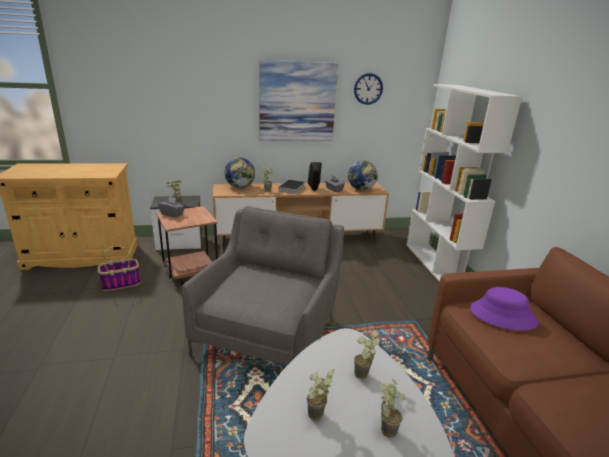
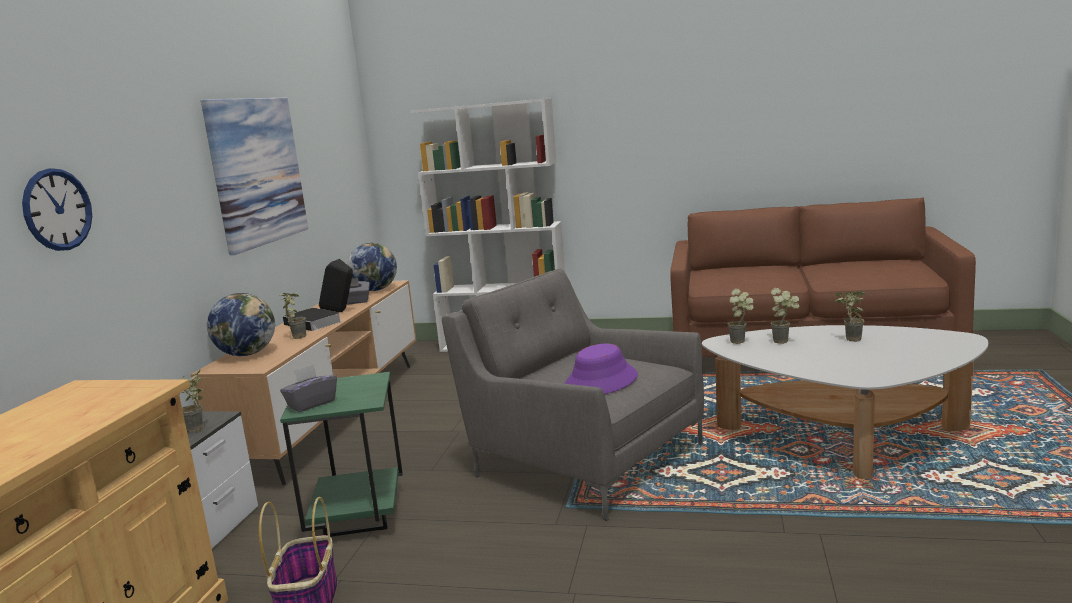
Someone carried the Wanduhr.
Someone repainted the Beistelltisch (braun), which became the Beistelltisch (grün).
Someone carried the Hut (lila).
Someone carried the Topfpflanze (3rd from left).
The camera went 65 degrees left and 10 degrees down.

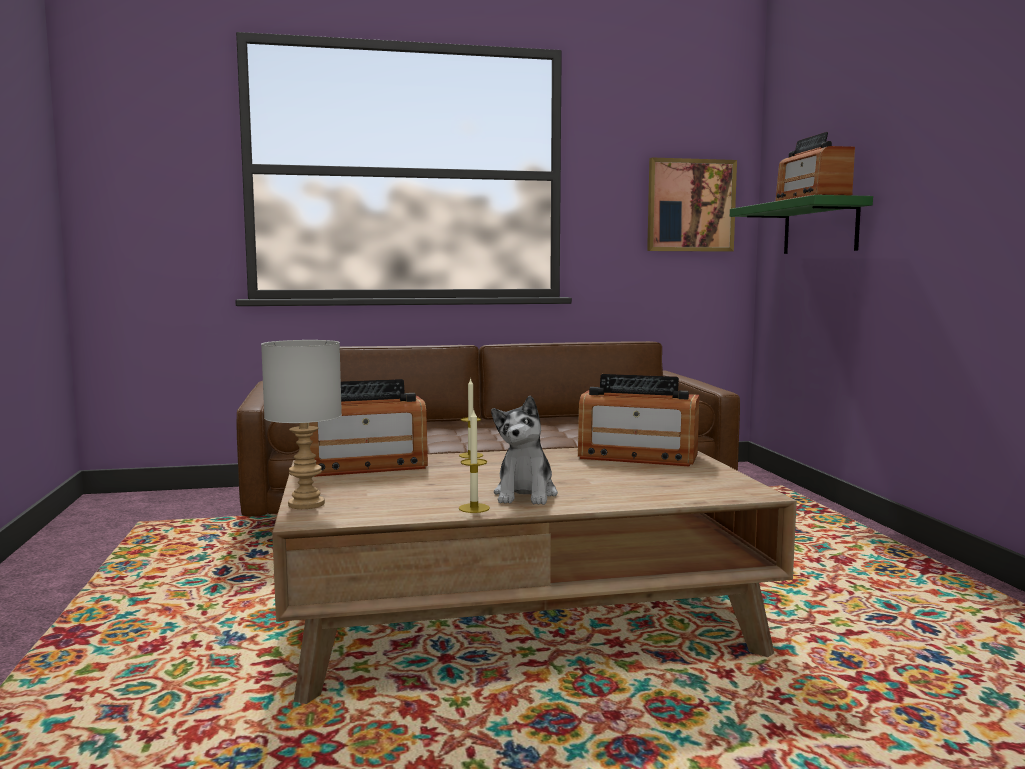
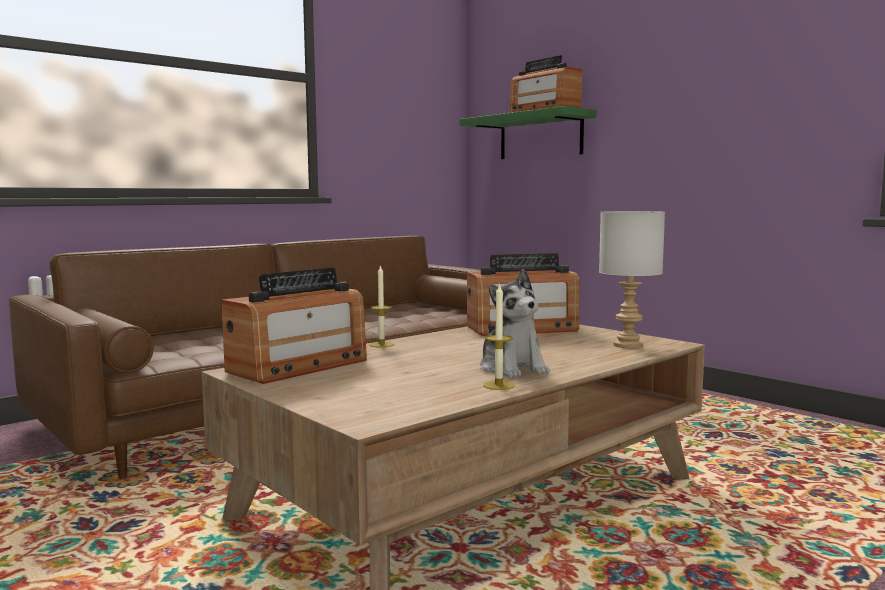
Someone took away the Bild.
Someone carried the Tischlampe (grau).
The camera went 30 degrees left and 0 degrees up.

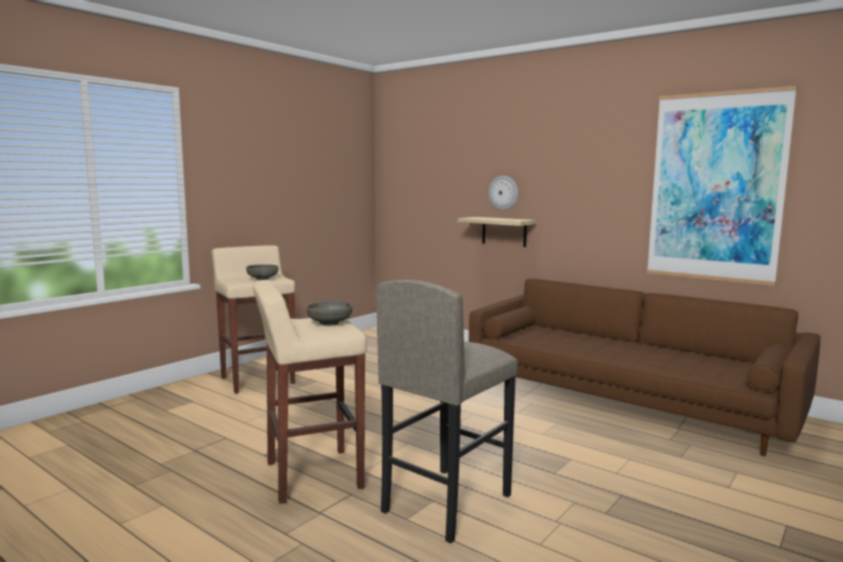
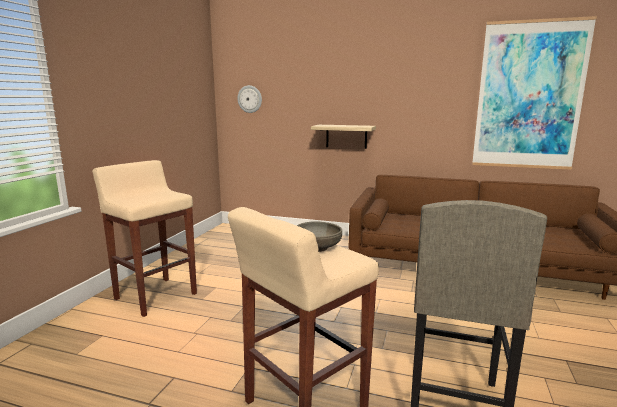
Someone carried the Wanduhr.
Someone took away the Schüssel (grau) (1st from left).
The camera went 20 degrees left and 5 degrees up.

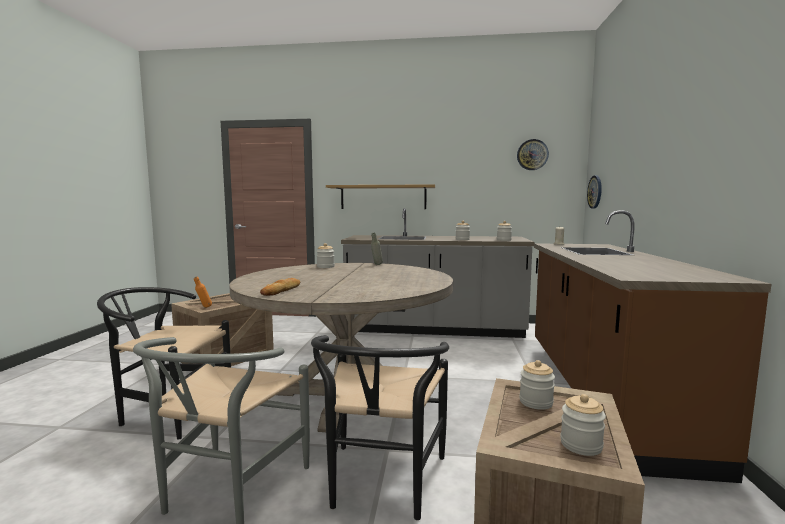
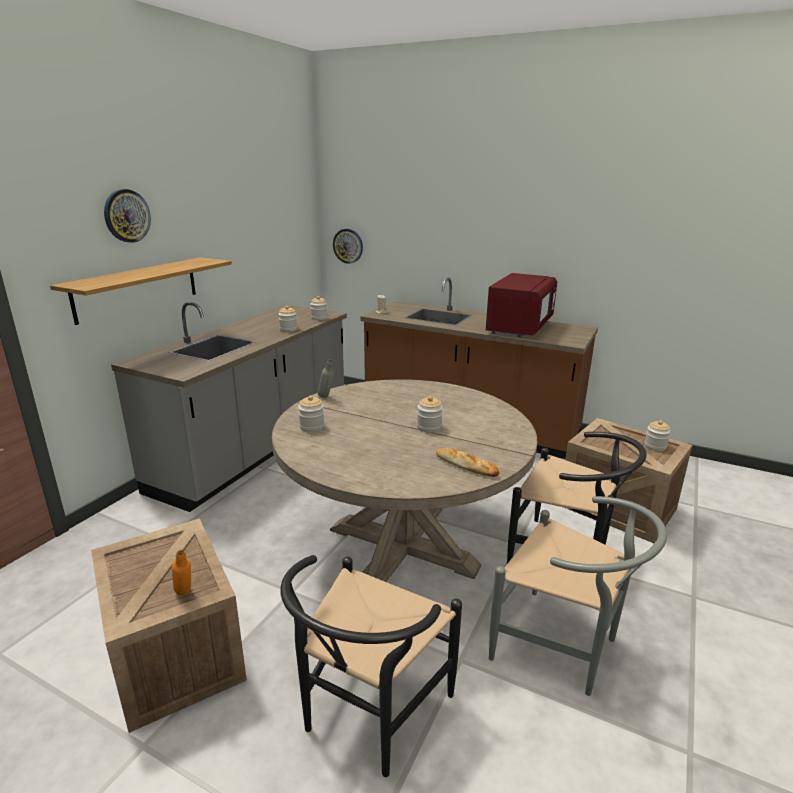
Someone carried the Wanduhr (1st from left).
Someone carried the Vorratsglas (4th from left).
Someone put down the Mikrowelle (rot).
The camera went 70 degrees left and 15 degrees up.

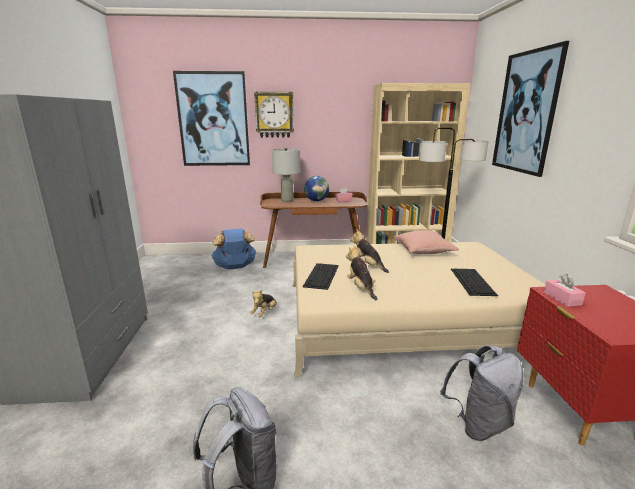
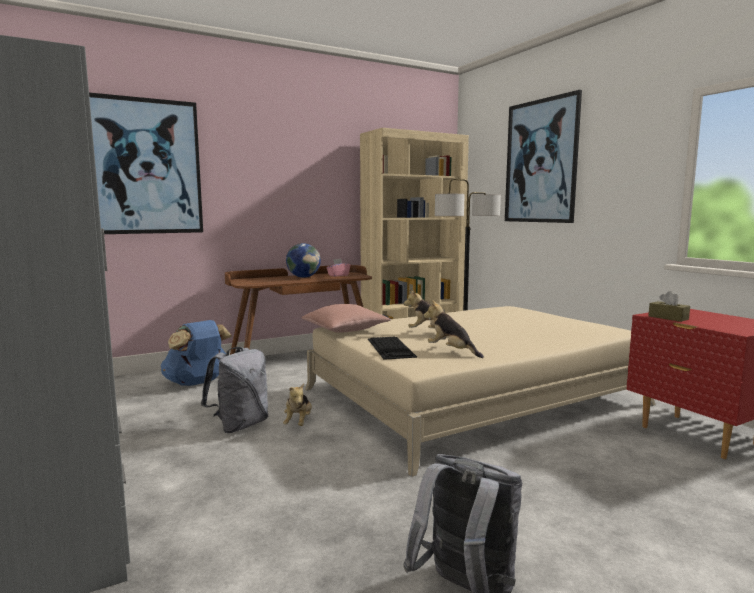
Someone took away the Wanduhr.
Someone took away the Tischlampe (grau).
Someone carried the Kissen (rosa).
Someone took away the Tastatur (2nd from left).
Someone repainted the Taschentuchbox (rosa) (2nd from left), which became the Taschentuchbox (braun).
Someone carried the Rucksack (grau) (2nd from left in the first image).
The camera went 25 degrees left and 10 degrees down.

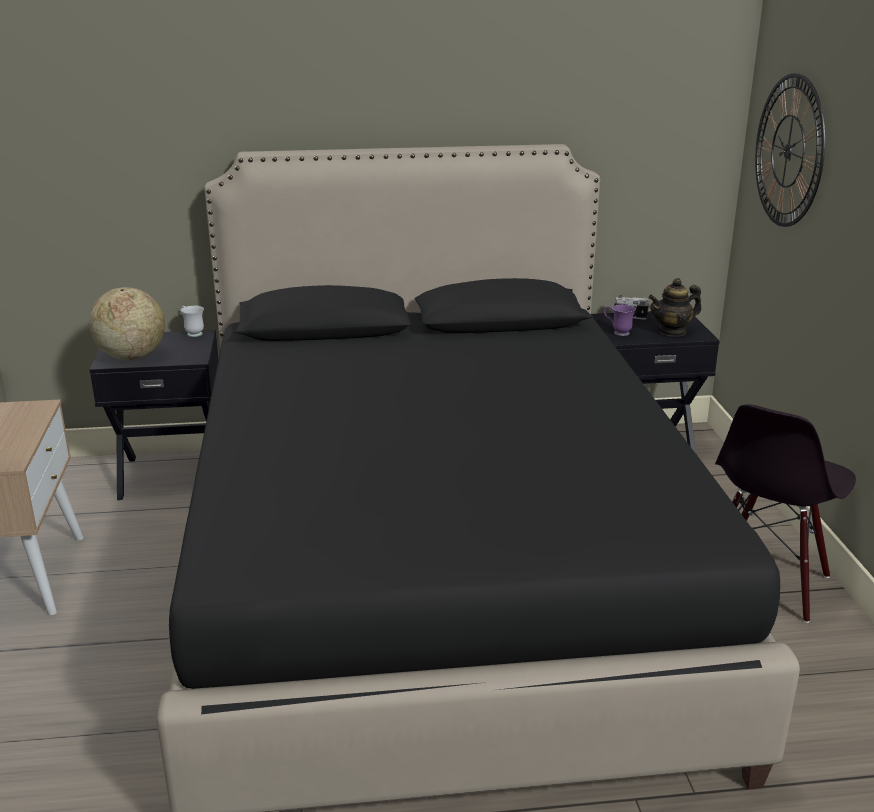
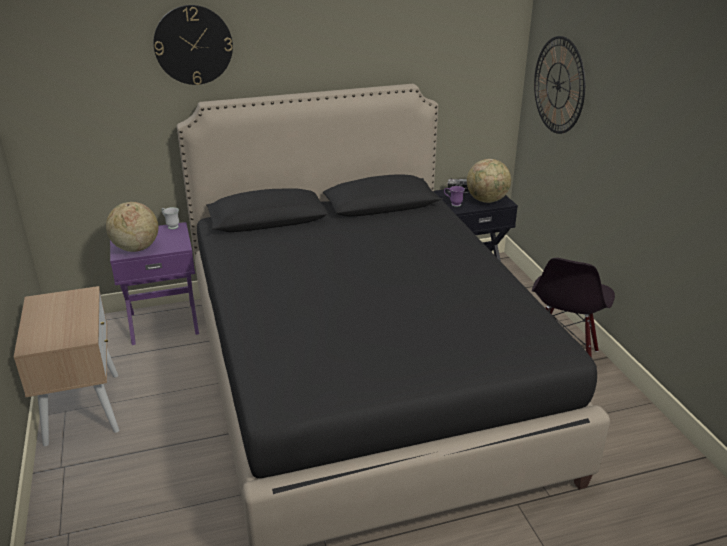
Someone swapped the Teekanne for the Globus (2nd from left).
Someone repainted the Nachttisch (schwarz) (1st from left), which became the Nachttisch (lila).
Someone put up the Wanduhr (1st from left).
The camera went 10 degrees left and 5 degrees up.

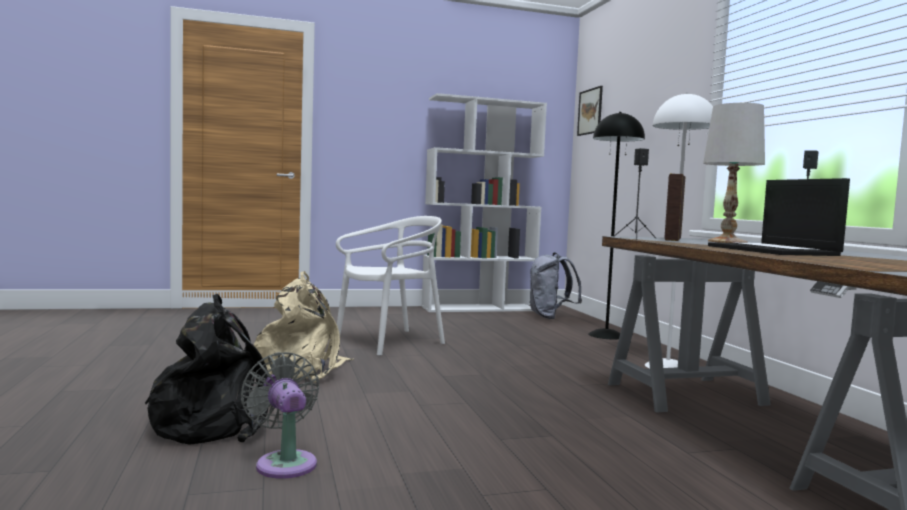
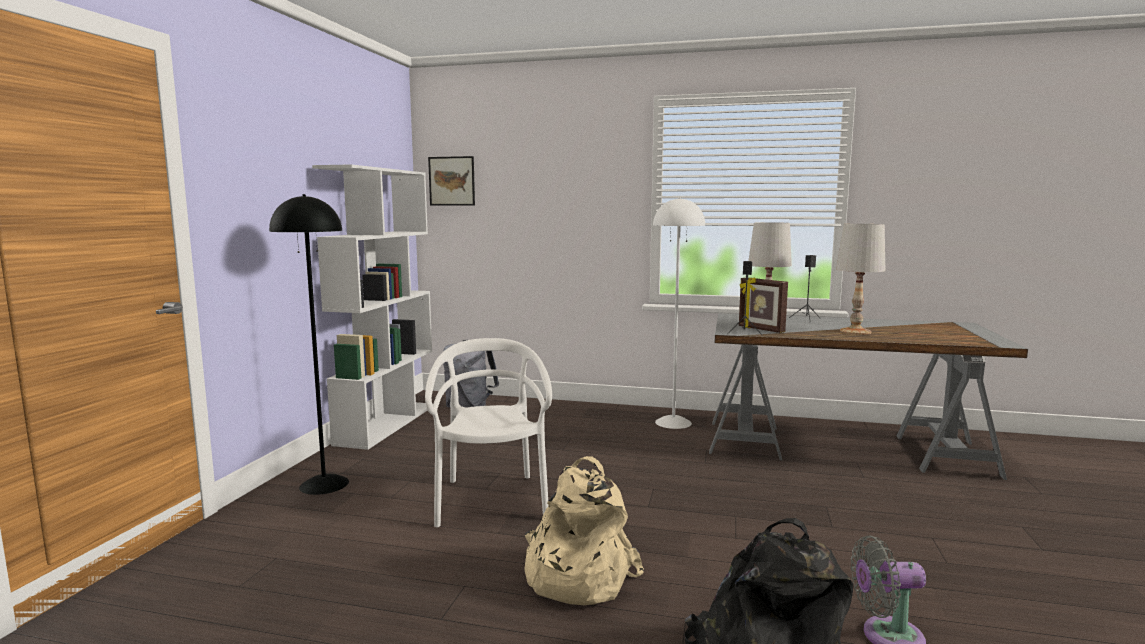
Someone carried the Stehlampe (schwarz).
Someone swapped the Laptop for the Tischlampe (weiß) (2nd from left).
The camera went 60 degrees left and 5 degrees up.

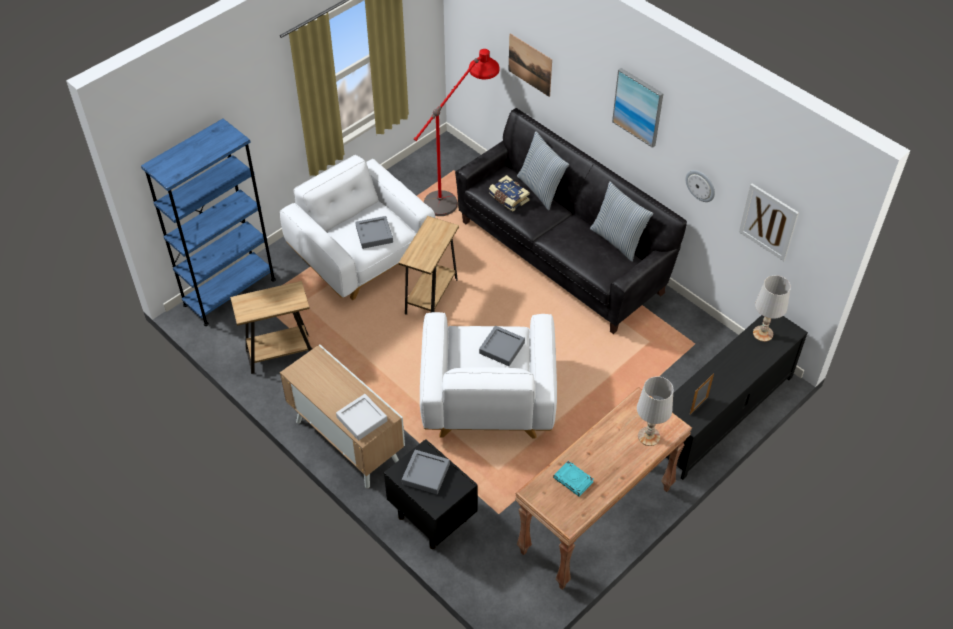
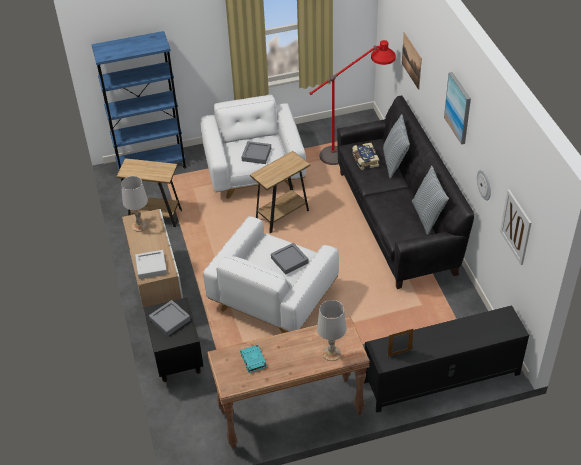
Someone carried the Tischlampe (weiß) (2nd from left in the first image).
The camera went 30 degrees right and 5 degrees down.

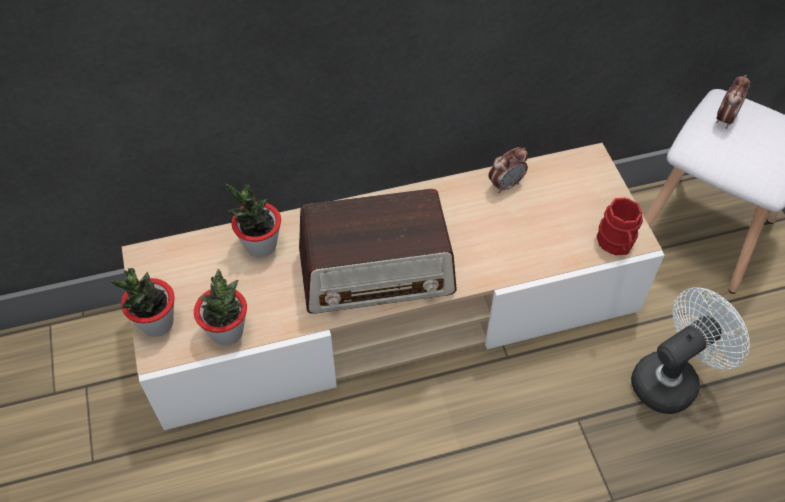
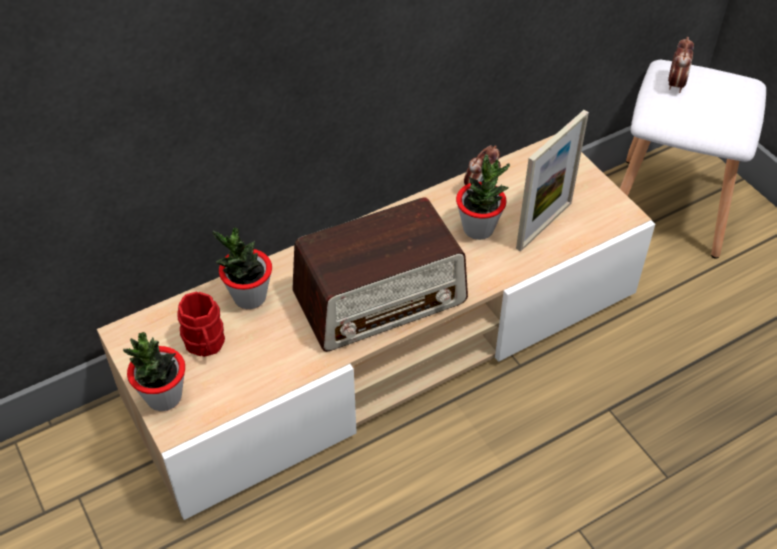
Someone carried the Henkelbecher (rot).
Someone carried the Topfpflanze (2nd from left in the first image).
Someone took away the Ventilator (weiß).
Someone put down the Bilderrahmen.
The camera went 15 degrees left and 5 degrees down.

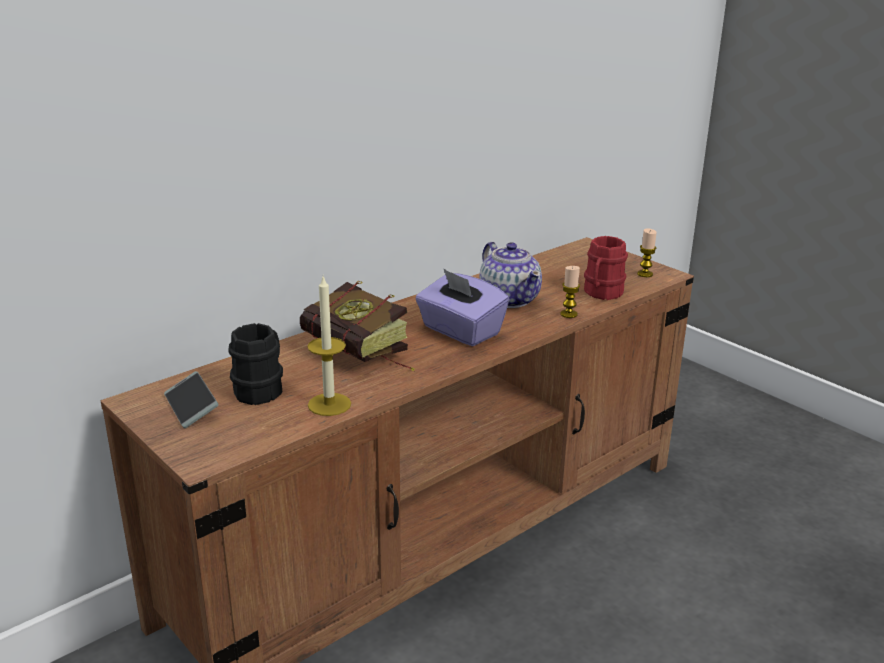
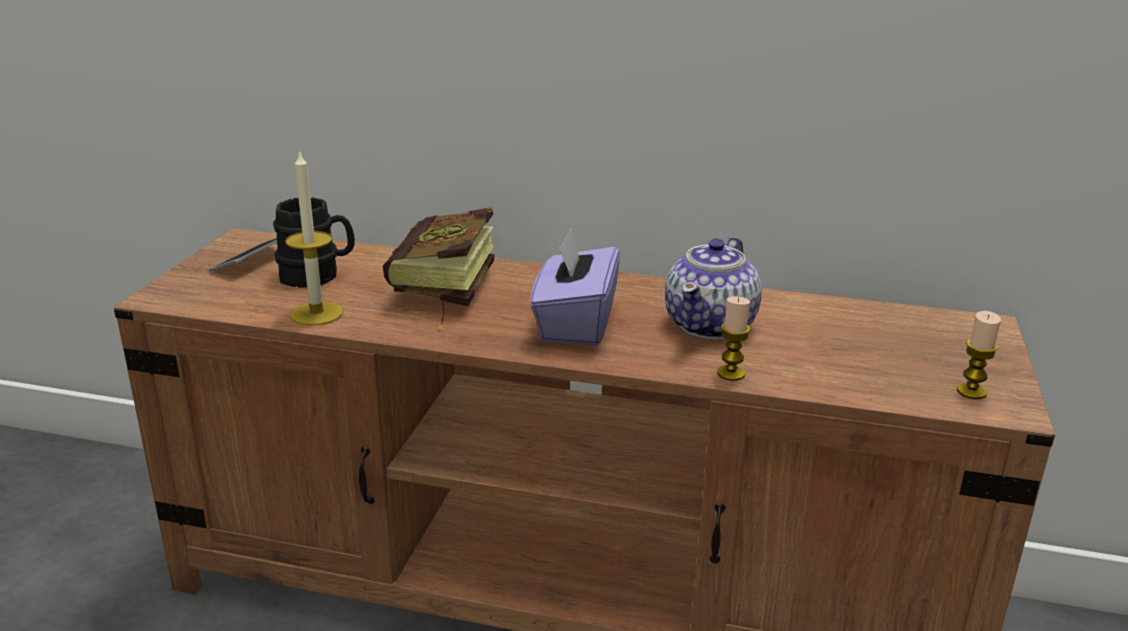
Someone took away the Henkelbecher (rot).
The camera went 55 degrees right and 0 degrees up.

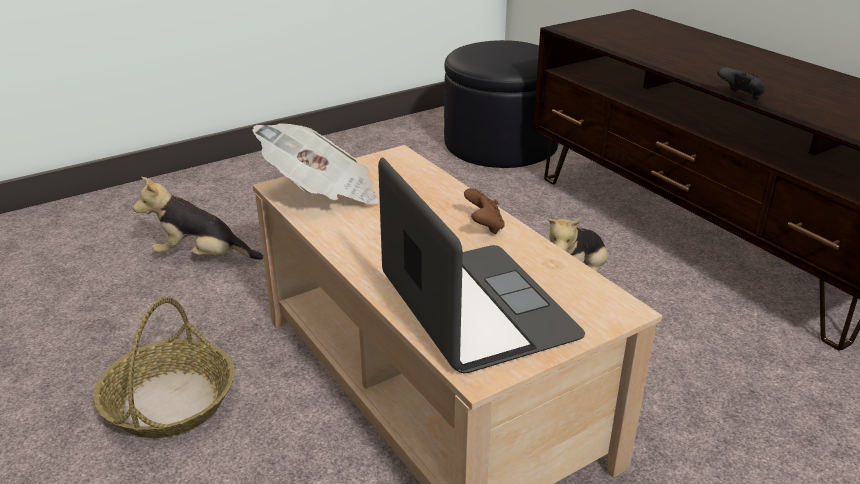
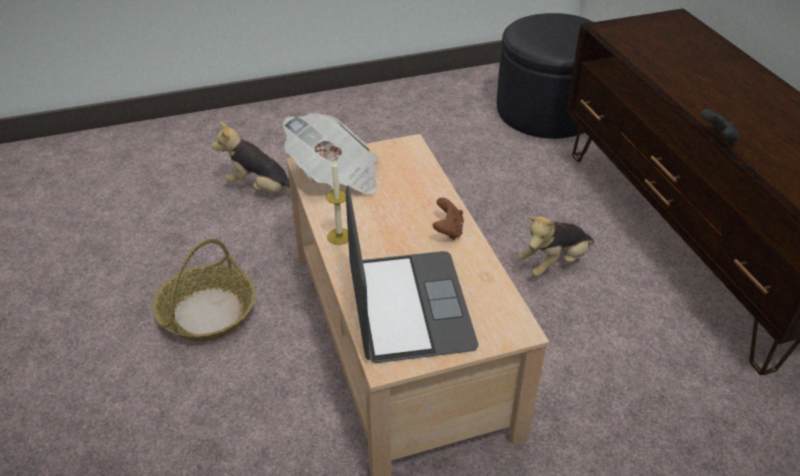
Someone put down the Kerze.
The camera went 15 degrees right and 10 degrees up.

